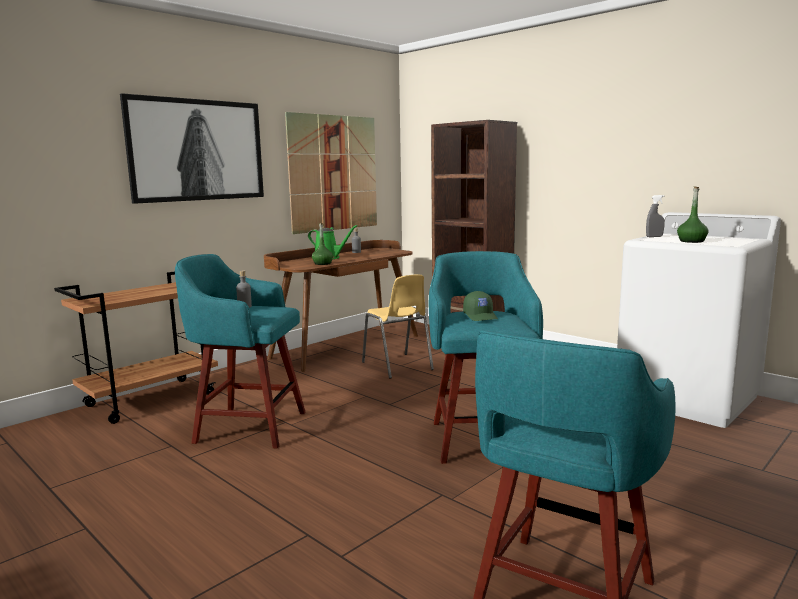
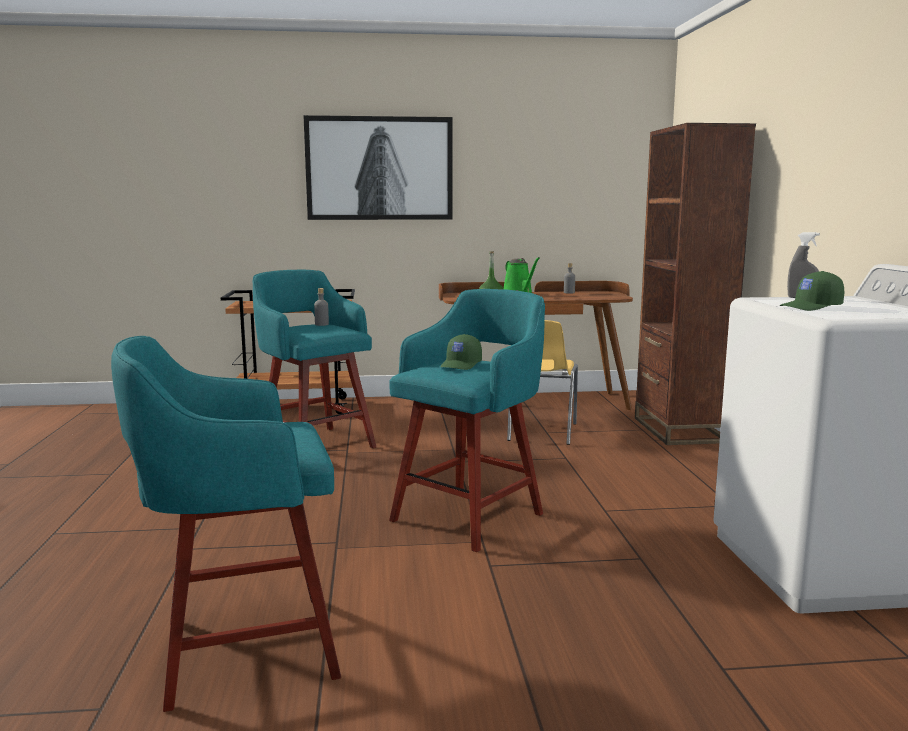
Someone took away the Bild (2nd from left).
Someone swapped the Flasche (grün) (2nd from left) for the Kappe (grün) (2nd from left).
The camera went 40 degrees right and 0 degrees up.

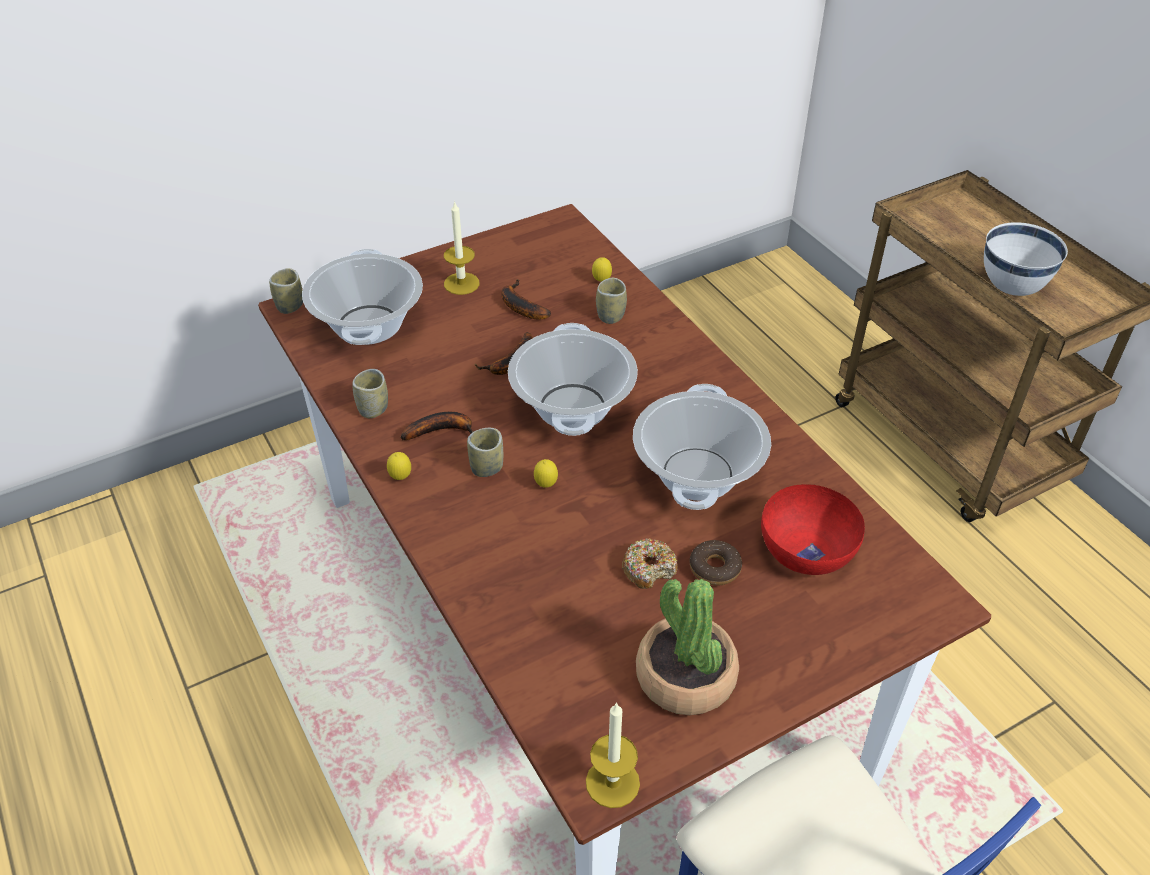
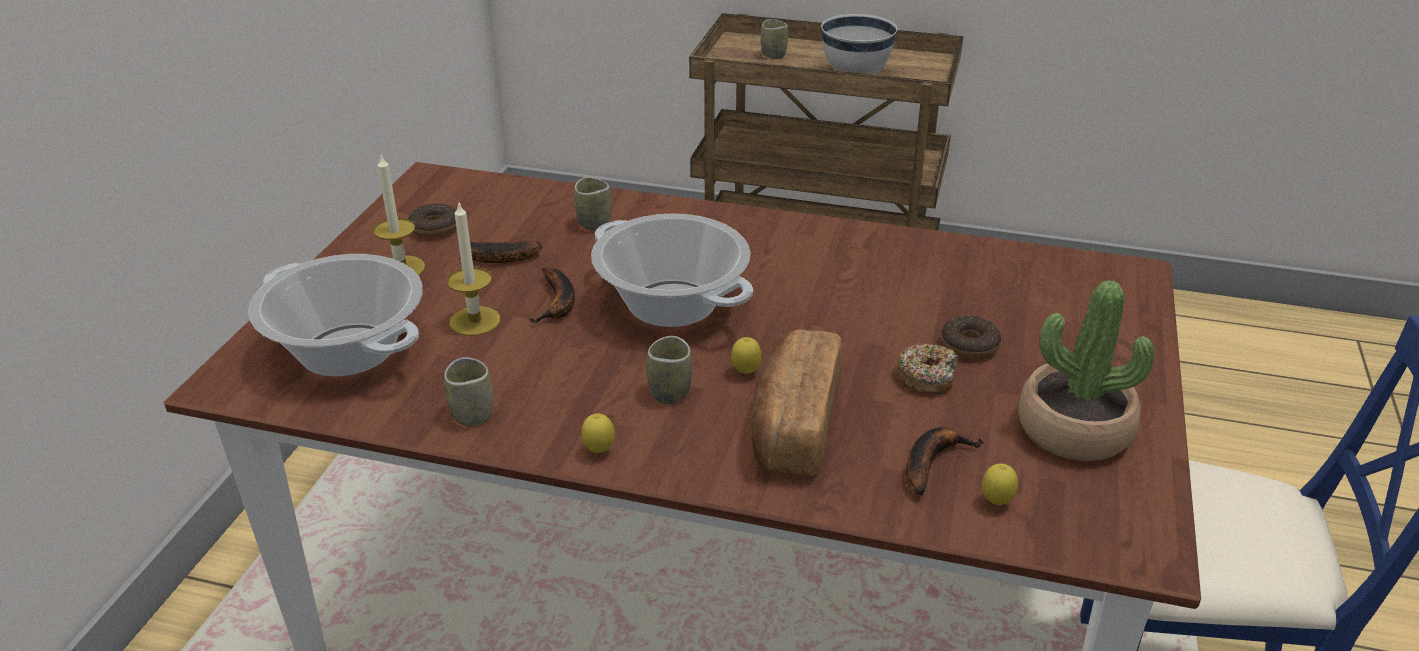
Someone carried the Zitrone (3rd from left).
Someone carried the Tasse (1st from left in the first image).
Someone took away the Kochtopf (3rd from left).
Someone carried the Banane (1st from left in the first image).
Someone took away the Schüssel (rot).
Someone carried the Kerze (2nd from left).
Someone put down the Donut (1st from left).
Someone put down the Brot.
The camera went 45 degrees left and 10 degrees down.

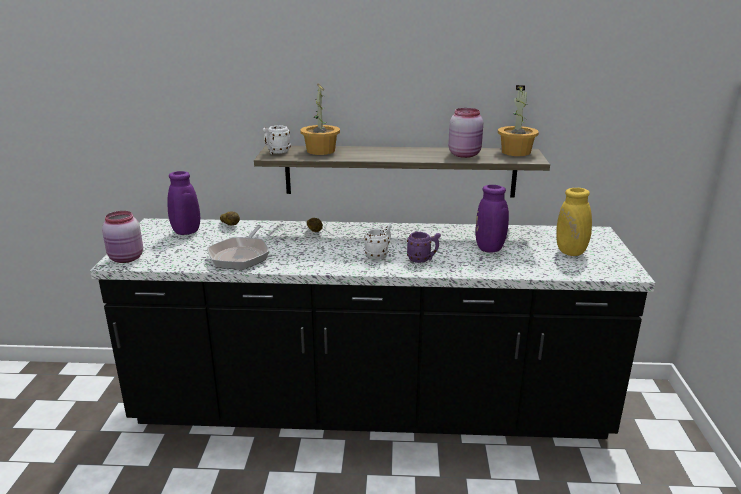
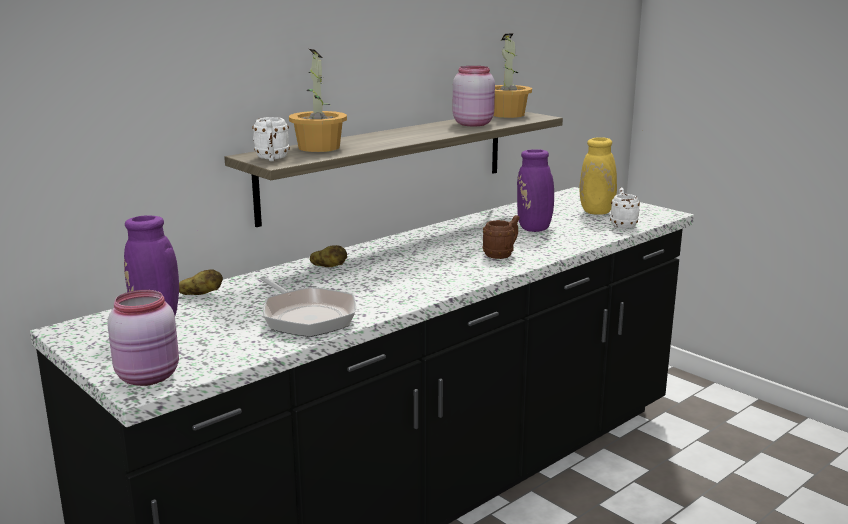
Someone carried the Henkelbecher (weiß) (2nd from left).
Someone repainted the Henkelbecher (lila), which became the Henkelbecher (braun).
The camera went 45 degrees left and 5 degrees down.

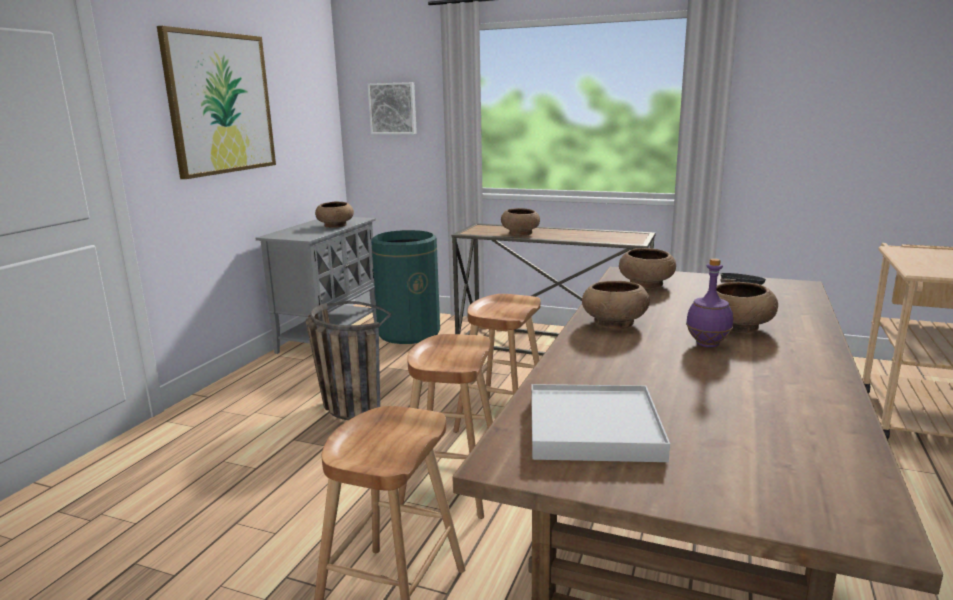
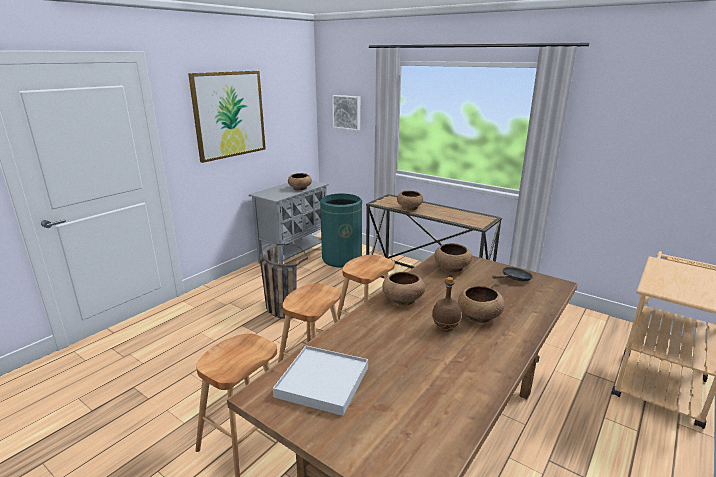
Someone repainted the Flasche (lila), which became the Flasche (braun).
The camera went 15 degrees right and 5 degrees up.

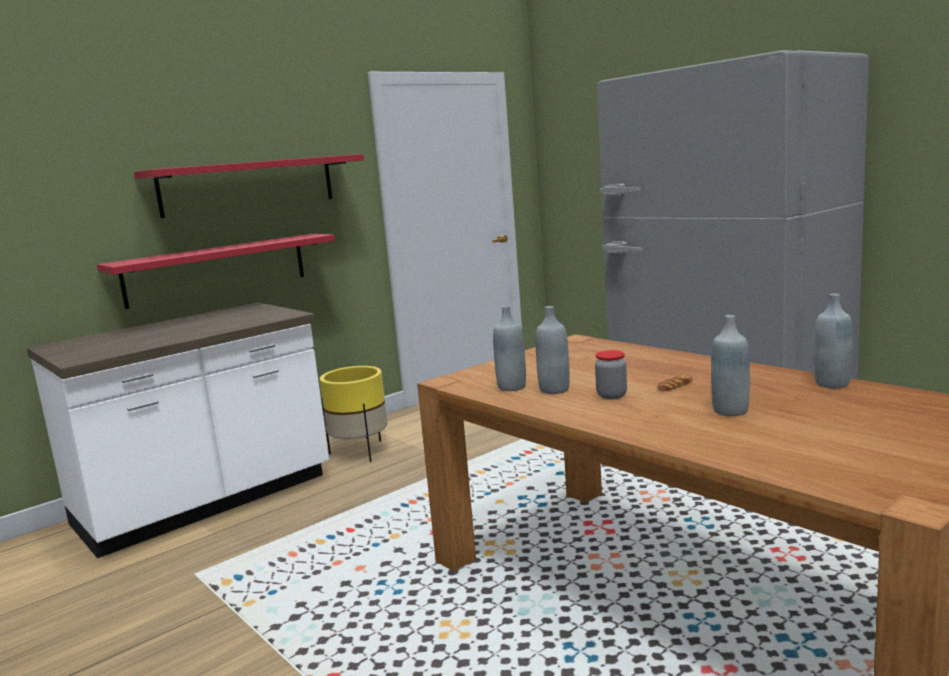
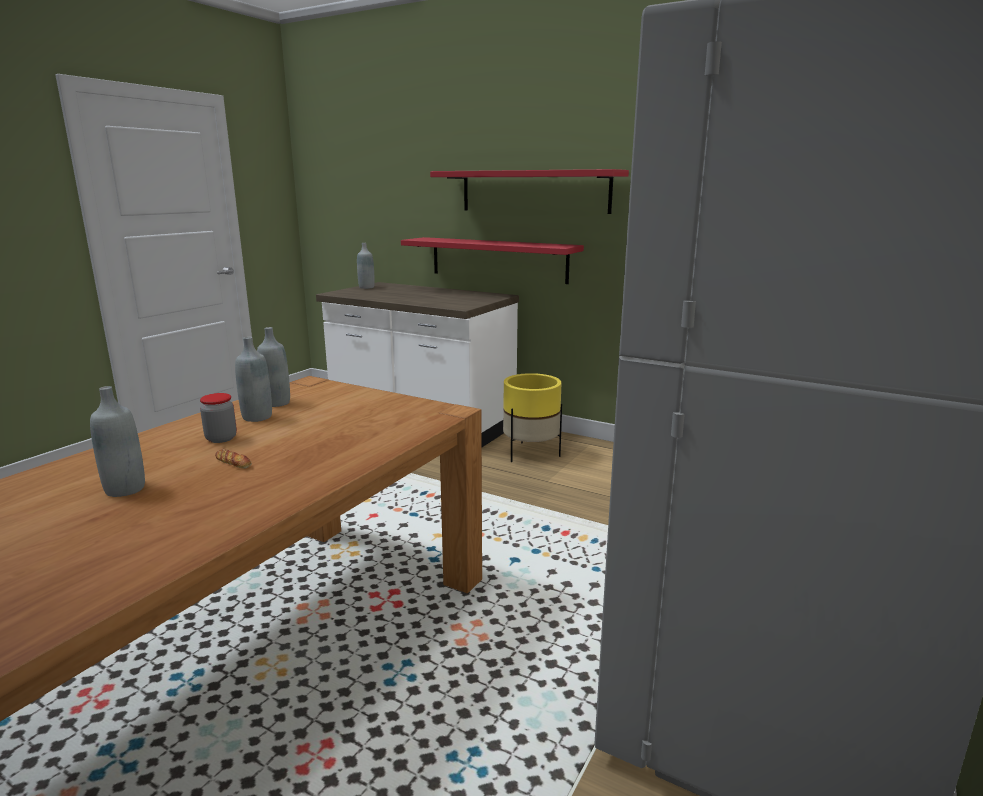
Someone carried the Flasche (grau) (4th from left).
The camera went 70 degrees right and 5 degrees up.

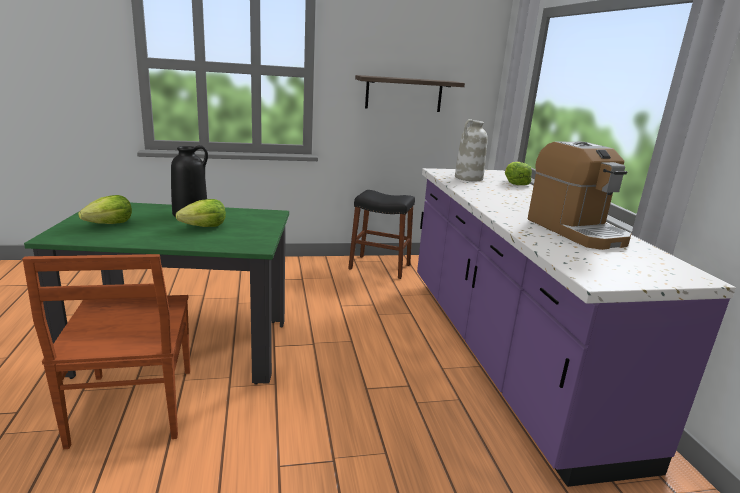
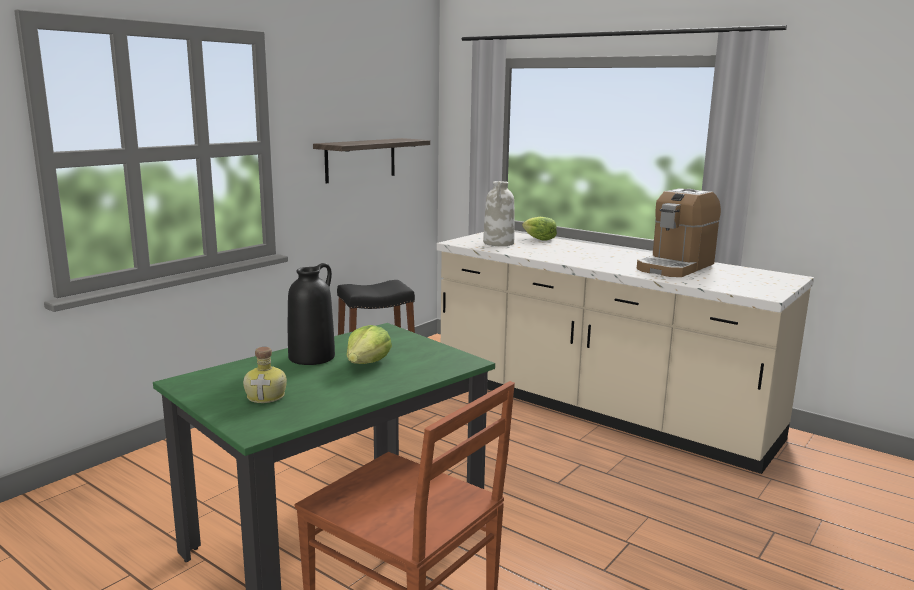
Someone rotated the Kaffeemaschine by 105 degrees clockwise.
Someone repainted the Küchenzeile (lila), which became the Küchenzeile (beige).
Someone swapped the Salatkopf (1st from left) for the Flasche.
The camera went 40 degrees left and 5 degrees down.

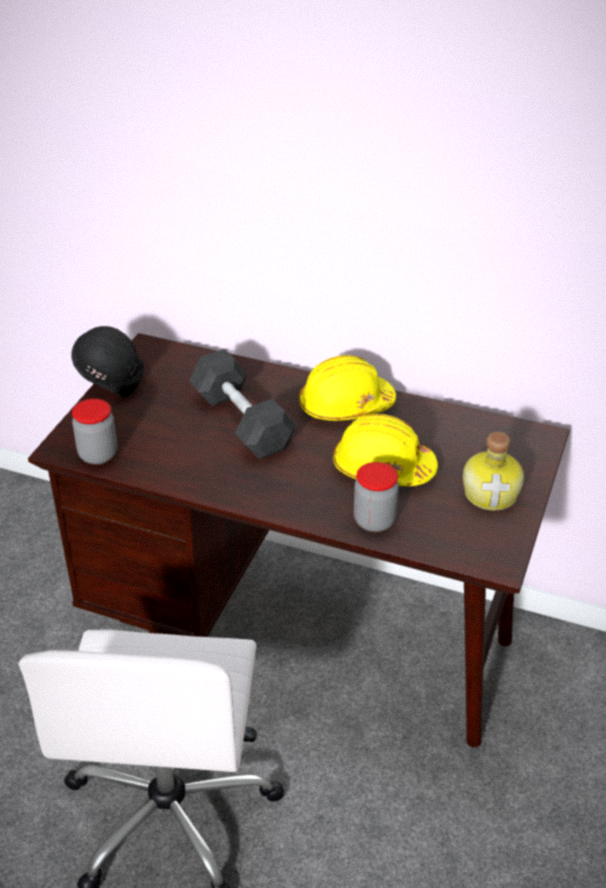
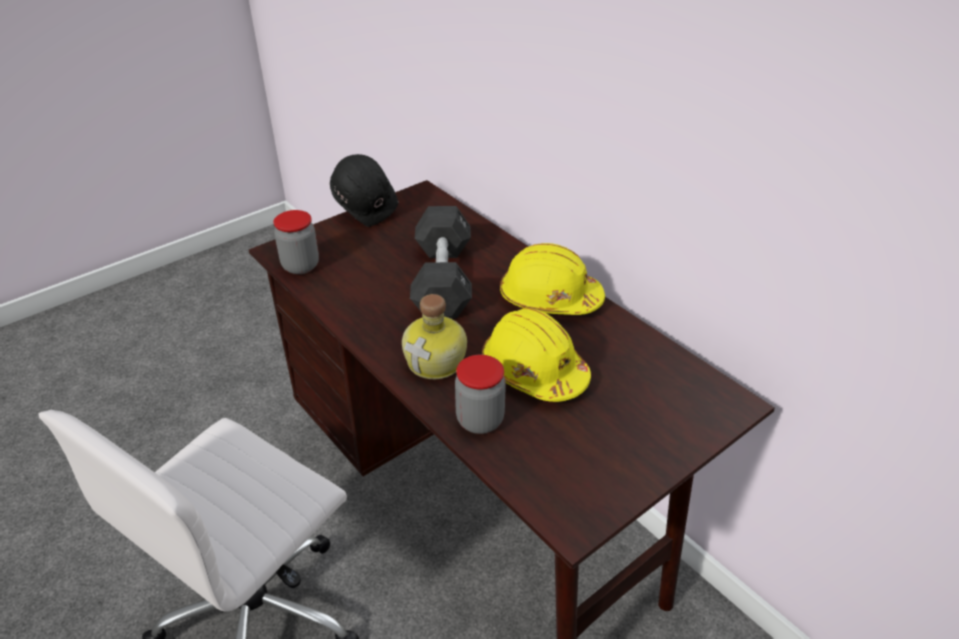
Someone carried the Flasche.
The camera went 30 degrees right and 0 degrees up.

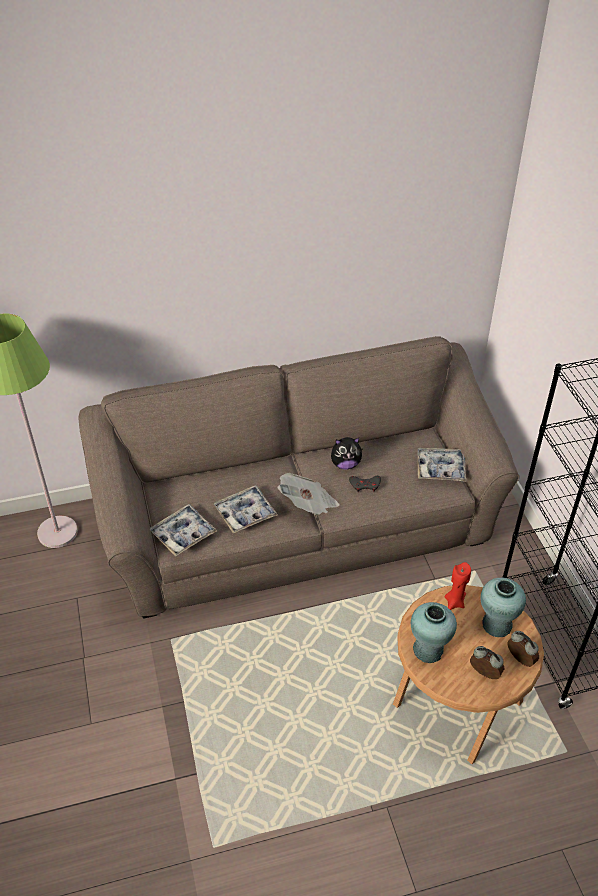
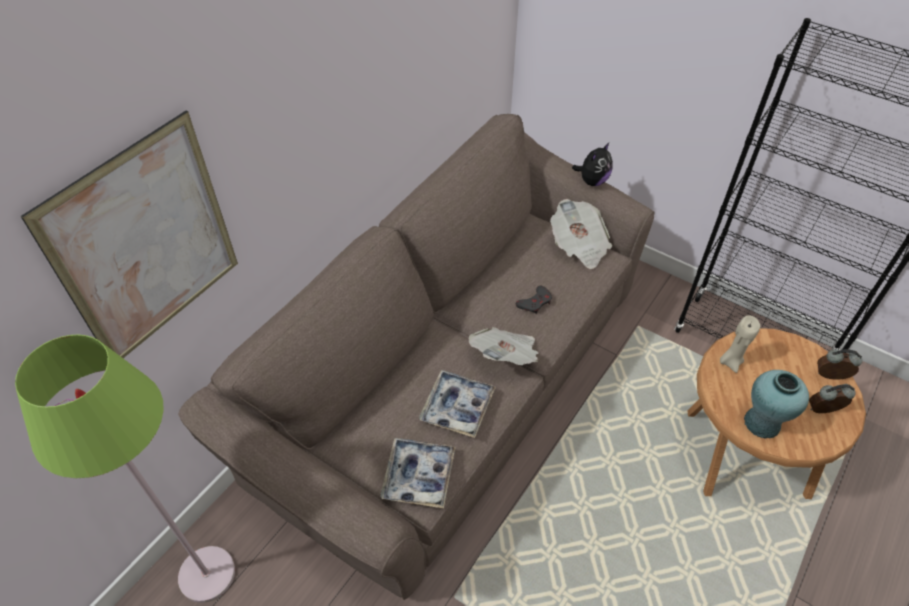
Someone carried the Plüschtier.
Someone swapped the Tablett (3rd from left) for the Zeitung (2nd from left).
Someone repainted the Kerze (rot), which became the Kerze (beige).
Someone took away the Vase (türkis) (2nd from left).
Someone put up the Bild.
The camera went 40 degrees left and 5 degrees up.

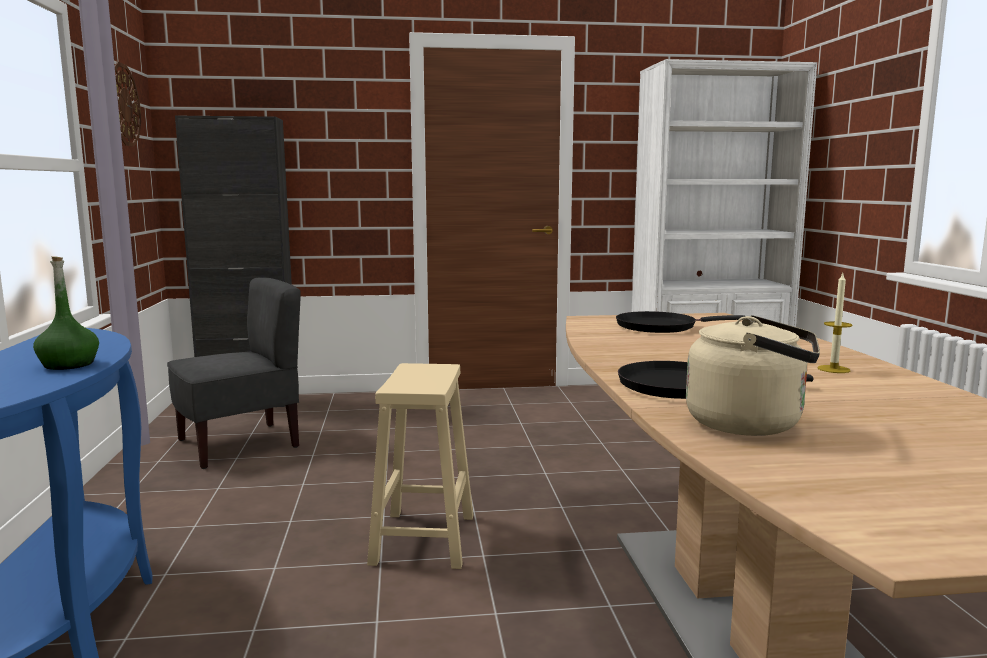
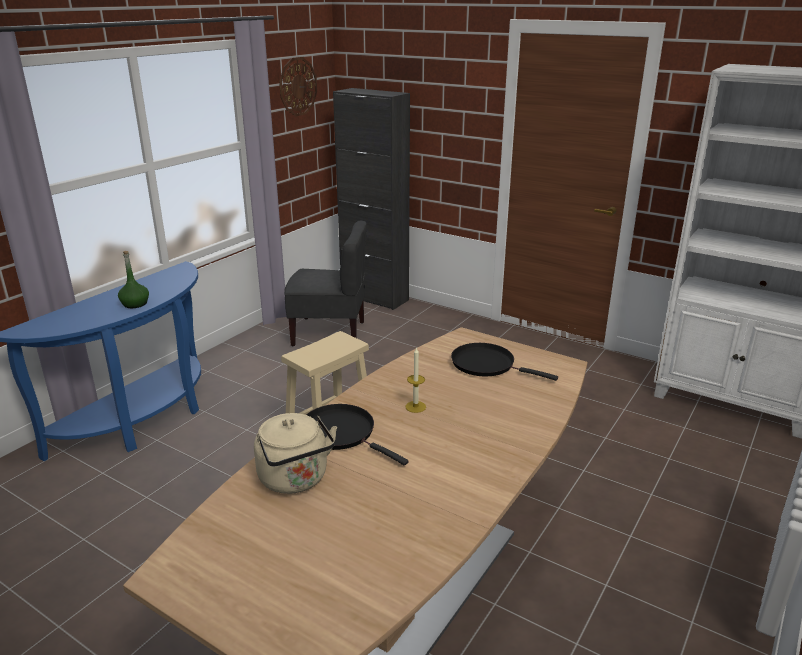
Someone carried the Kerze.
The camera went 40 degrees right and 15 degrees up.

